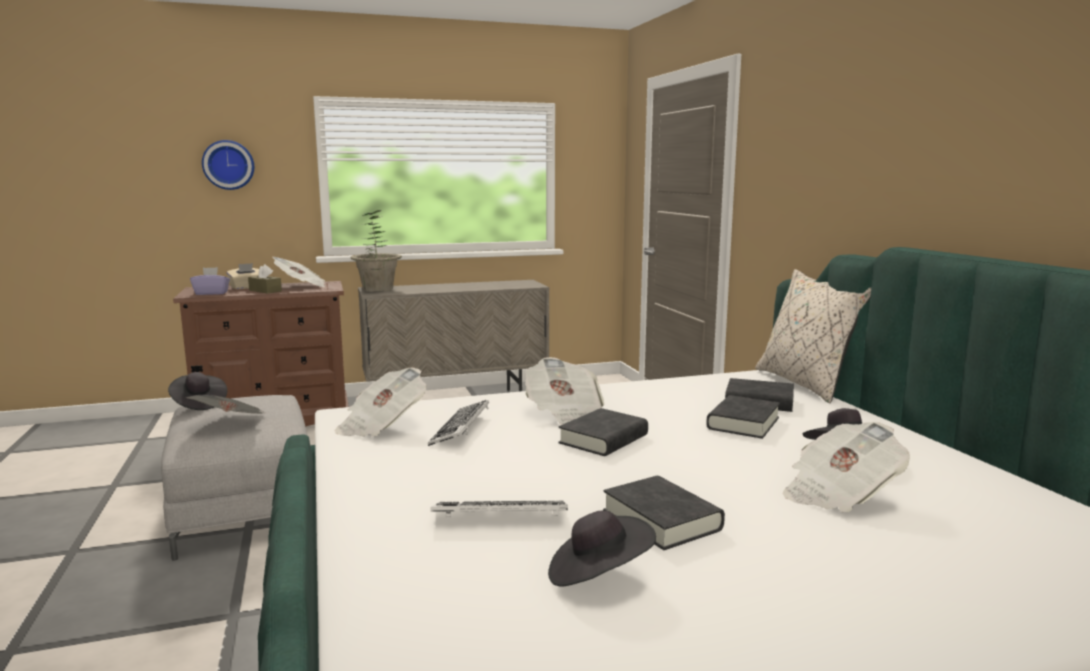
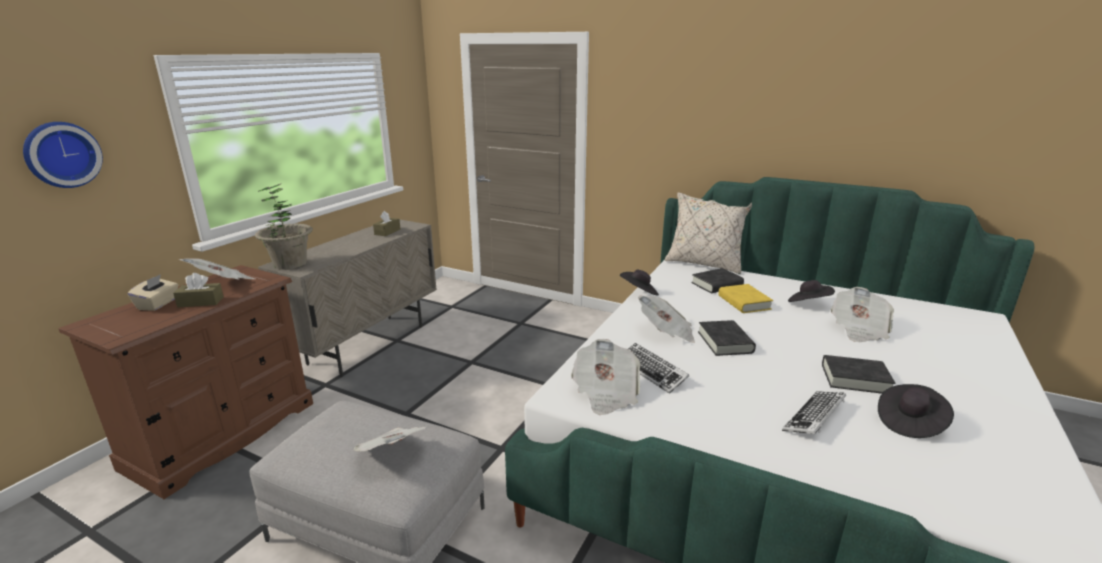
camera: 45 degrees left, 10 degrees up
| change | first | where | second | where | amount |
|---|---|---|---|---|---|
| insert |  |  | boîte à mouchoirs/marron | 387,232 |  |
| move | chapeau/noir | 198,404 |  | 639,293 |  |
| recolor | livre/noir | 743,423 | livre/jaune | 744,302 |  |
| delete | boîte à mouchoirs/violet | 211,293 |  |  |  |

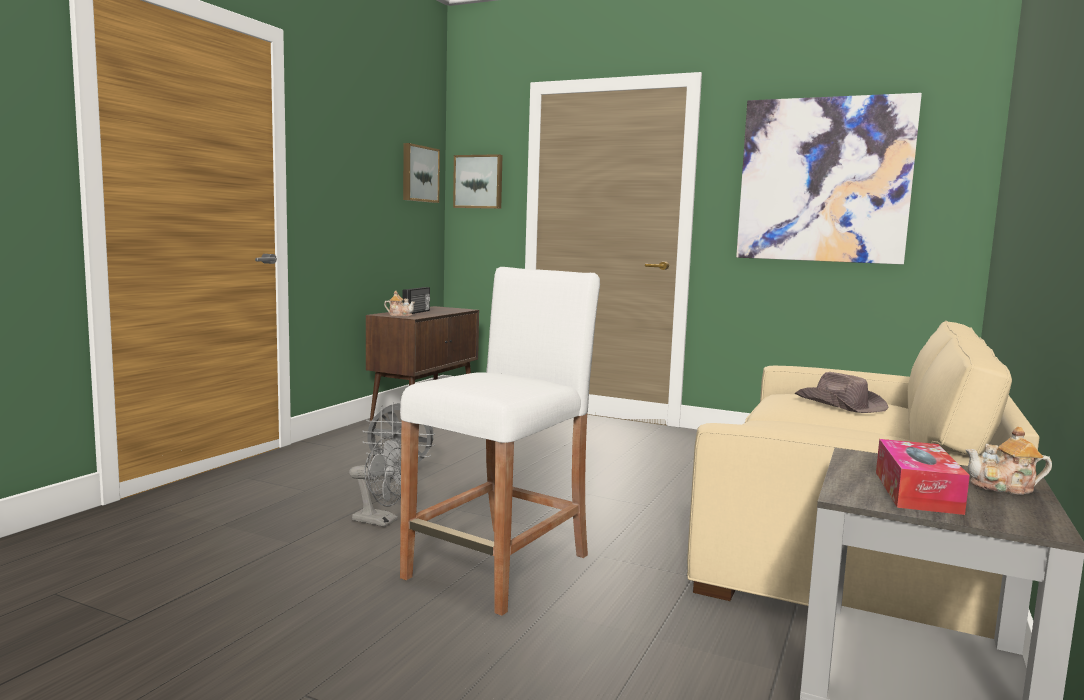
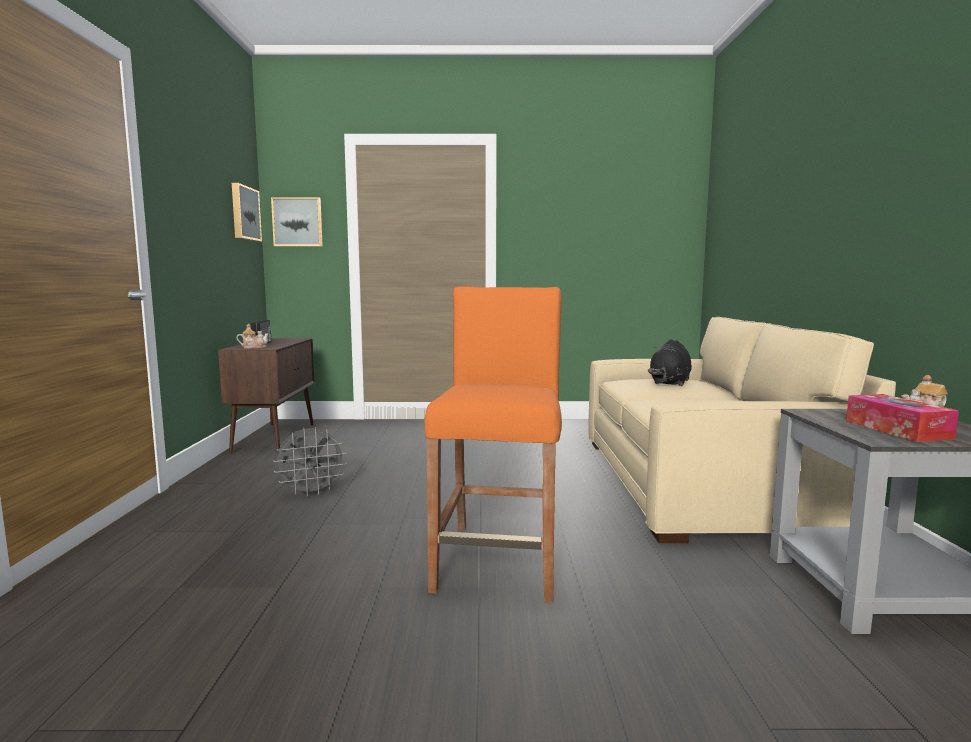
camera: 25 degrees left, 0 degrees up
| change | first | where | second | where | amount |
|---|---|---|---|---|---|
| recolor | tabouret/blanc | 499,567 | tabouret/orange | 499,559 |  |
| replace | chapeau/marron | 840,405 | peluche/noir | 670,383 |  |
| delete | ventilateur/gris | 381,521 |  |  |  |
| delete | tableau | 823,180 |  |  |  |

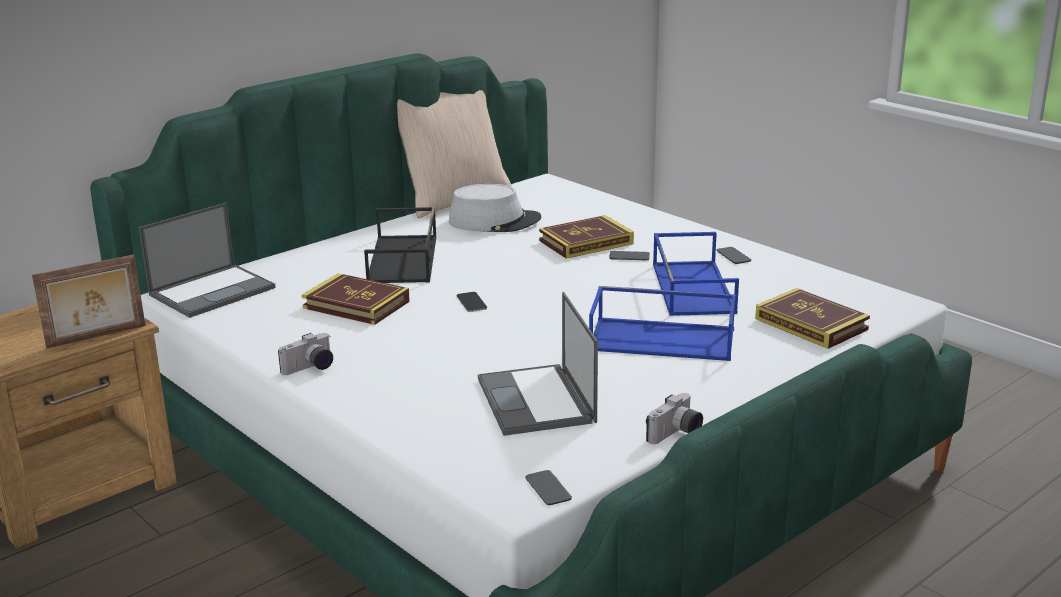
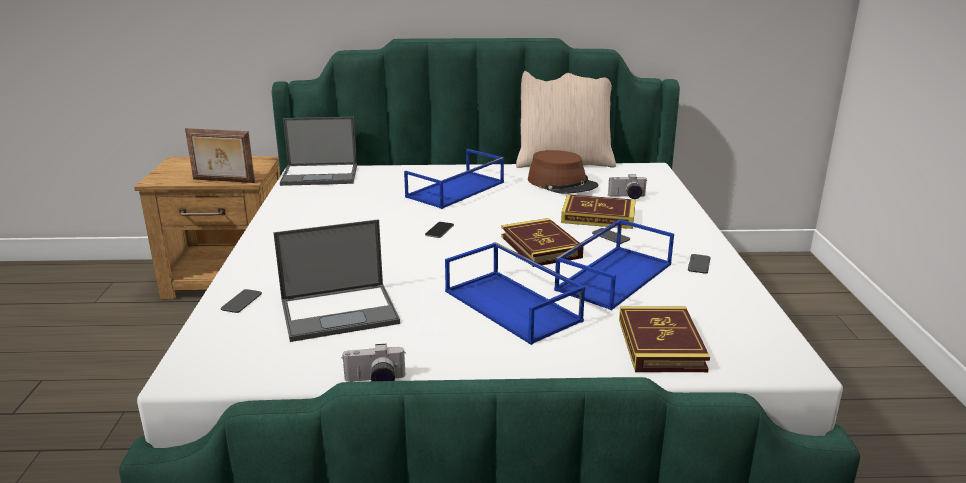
camera: 40 degrees right, 0 degrees up
| change | first | where | second | where | amount |
|---|---|---|---|---|---|
| move | téléphone | 548,489 |  | 241,302 |  |
| rotate | ordinateur portable | 537,401 |  | 341,312 | 135 degrees counterclockwise |
| recolor | plateau/noir | 404,260 | plateau/bleu | 455,190 |  |
| move | livre | 356,305 |  | 540,247 |  |
| recolor | chapeau/gris | 494,221 | chapeau/marron | 562,183 |  |
| move | appareil photo | 310,368 |  | 627,197 |  |

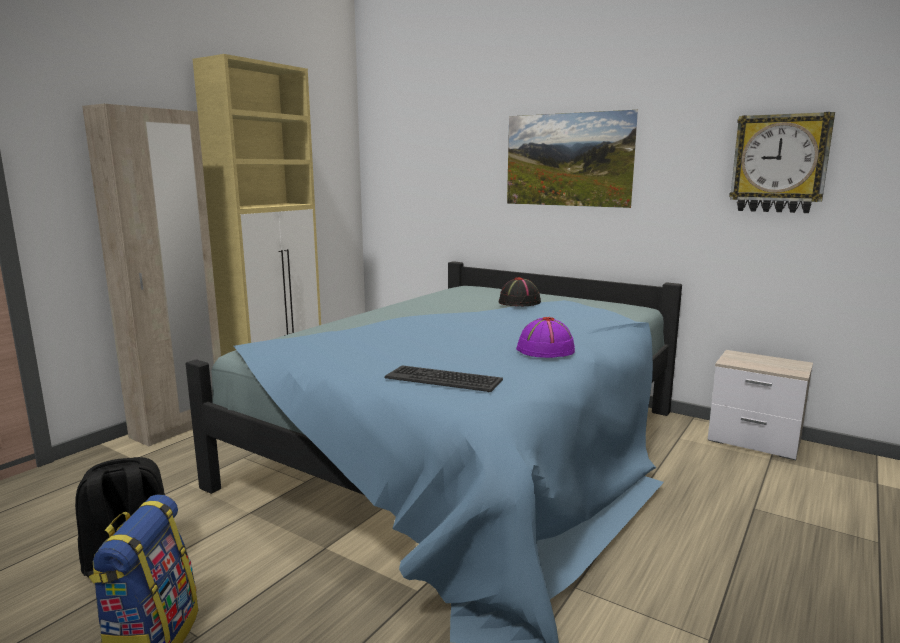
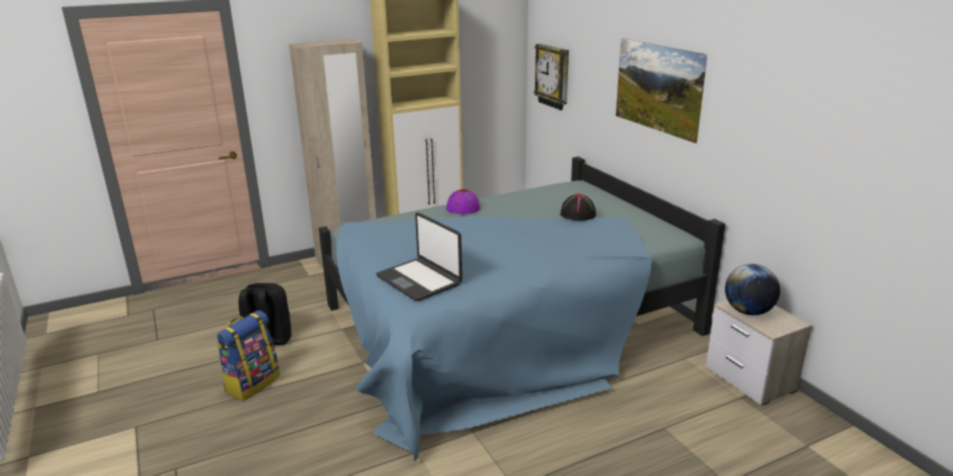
camera: 30 degrees right, 10 degrees up
| change | first | where | second | where | amount |
|---|---|---|---|---|---|
| replace | clavier | 444,379 | ordinateur portable | 419,280 |  |
| move | chapeau/violet | 545,350 |  | 462,208 |  |
| move | horloge murale | 779,164 |  | 553,76 |  |
| insert |  |  | globe | 748,312 |  |

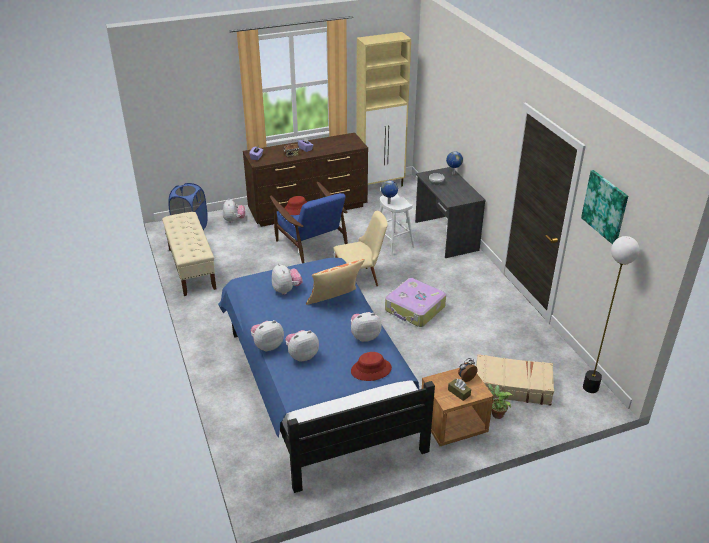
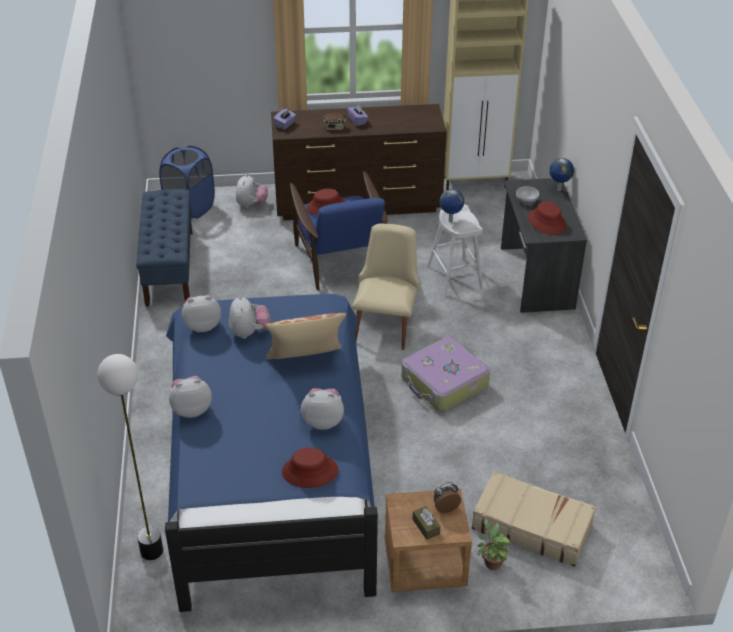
camera: 15 degrees right, 5 degrees up
| change | first | where | second | where | amount |
|---|---|---|---|---|---|
| move | lampadaire | 590,387 |  | 151,551 |  |
| recolor | banc/beige | 191,268 | banc/bleu | 169,267 |  |
| move | peluche | 302,355 |  | 202,325 |  |
| rotate | chaise/beige | 360,279 |  | 386,324 | 75 degrees counterclockwise |
| insert |  |  | chapeau/rouge | 547,222 |  |
| delete | tableau | 605,207 |  |  |  |

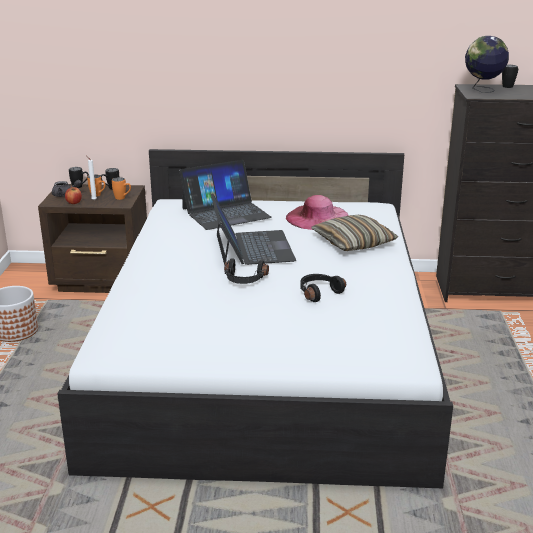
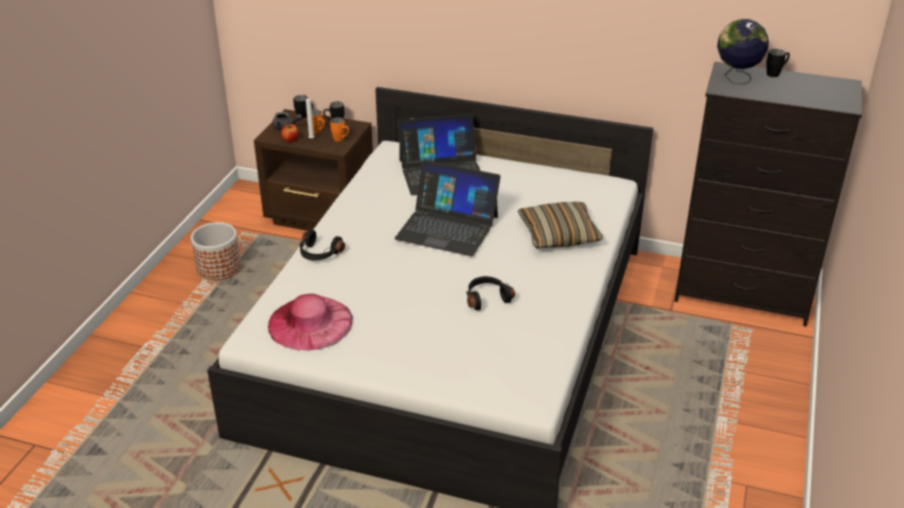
camera: 15 degrees right, 10 degrees up
| change | first | where | second | where | amount |
|---|---|---|---|---|---|
| move | chapeau/rose | 317,217 |  | 310,323 |  |
| move | casque audio/noir | 244,280 |  | 319,254 |  |
| rotate | ordinateur portable | 252,247 |  | 447,227 | 105 degrees clockwise |

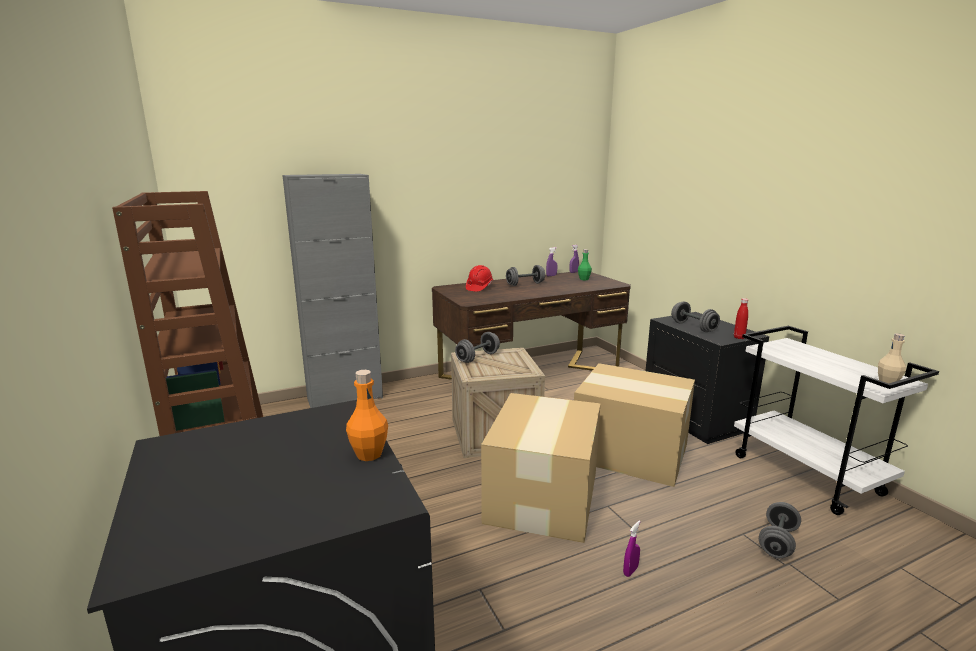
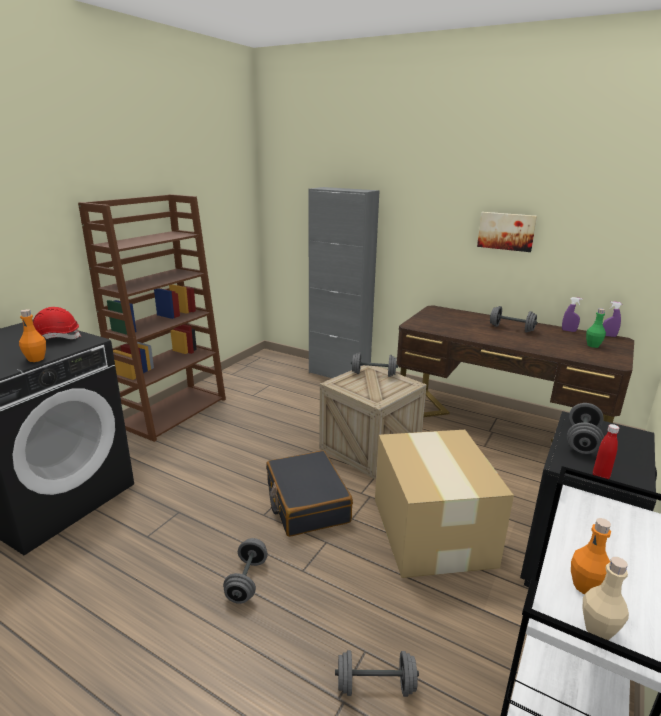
camera: 55 degrees right, 5 degrees up
| change | first | where | second | where | amount |
|---|---|---|---|---|---|
| move | casque de chantier/rouge | 479,287 |  | 55,338 |  |
| replace | vaporisateur/violet | 630,571 | haltère/gris | 247,581 |  |
| replace | carton | 543,496 | valise/noir | 306,503 |  |
| insert |  |  | tableau | 506,231 |  |
| insert |  |  | bouteille/orange | 585,586 |  |

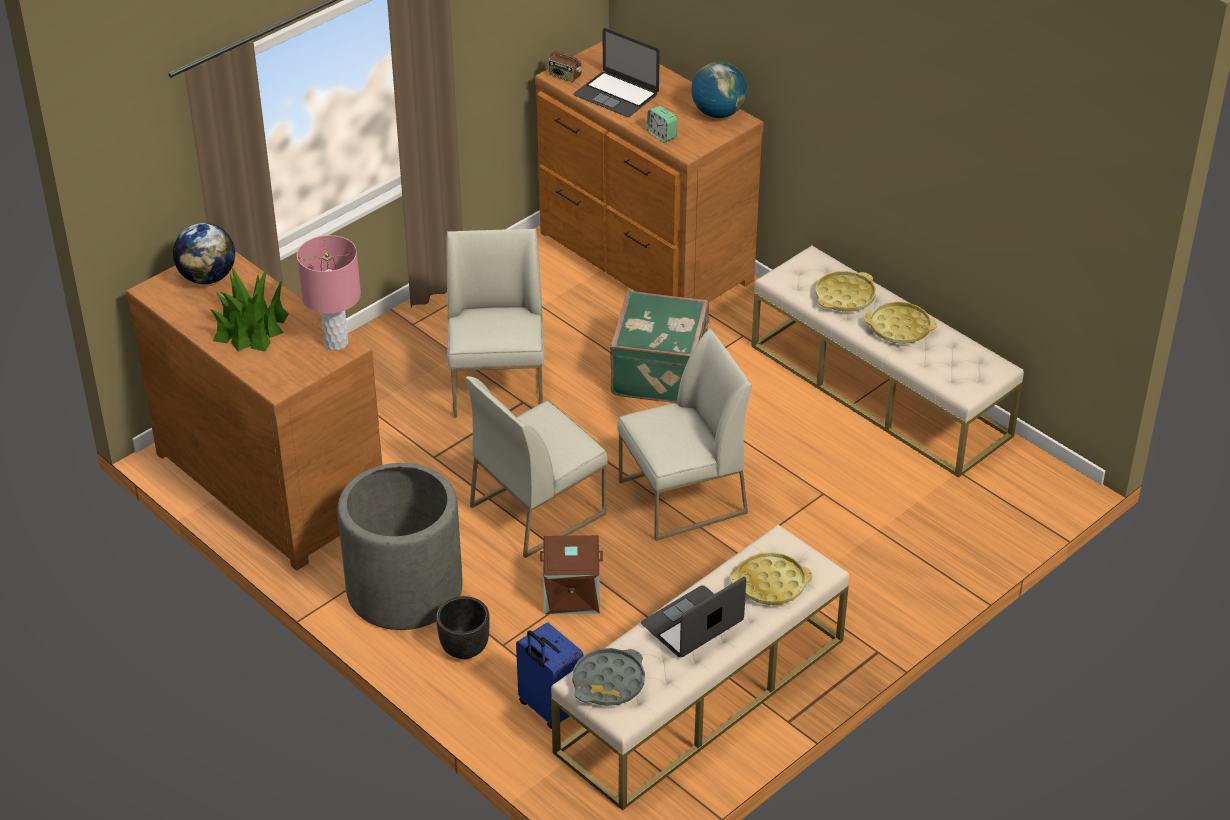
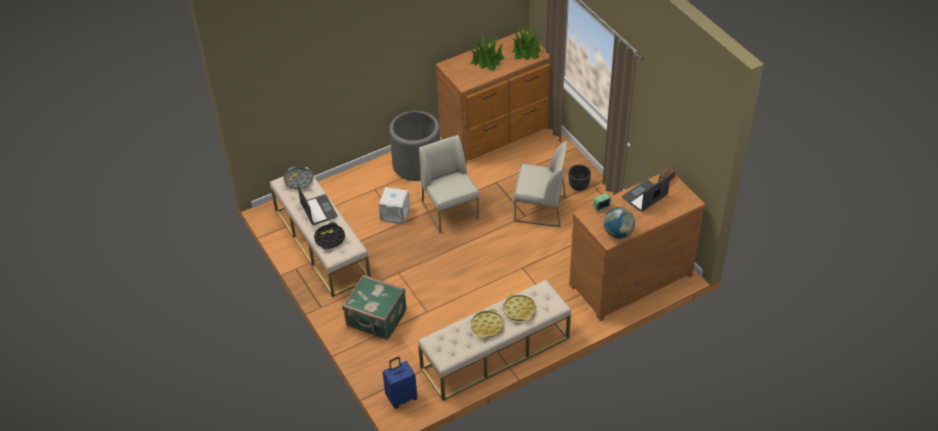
camera: 105 degrees right, 5 degrees up
| change | first | where | second | where | amount |
|---|---|---|---|---|---|
| recolor | plateau/jaune | 770,584 | plateau/noir | 329,238 |  |
| move | valise/vert | 661,372 |  | 376,319 |  |
| recolor | boîte de rangement/marron | 572,593 | boîte de rangement/blanc | 395,214 |  |
| move | valise/bleu | 549,709 |  | 401,397 |  |
| replace | globe | 207,278 | plante en pot | 526,50 |  |
| move | cache-pot/noir | 464,648 |  | 578,186 |  |
| delete | lampe de table/rose | 335,343 |  |  |  |
| delete | chaise/blanc | 682,498 |  |  |  |

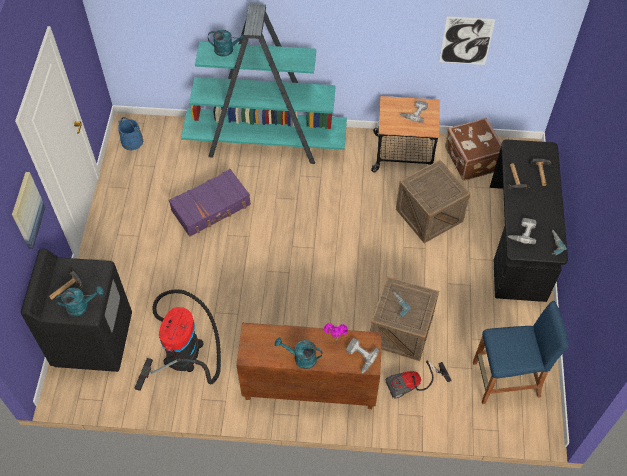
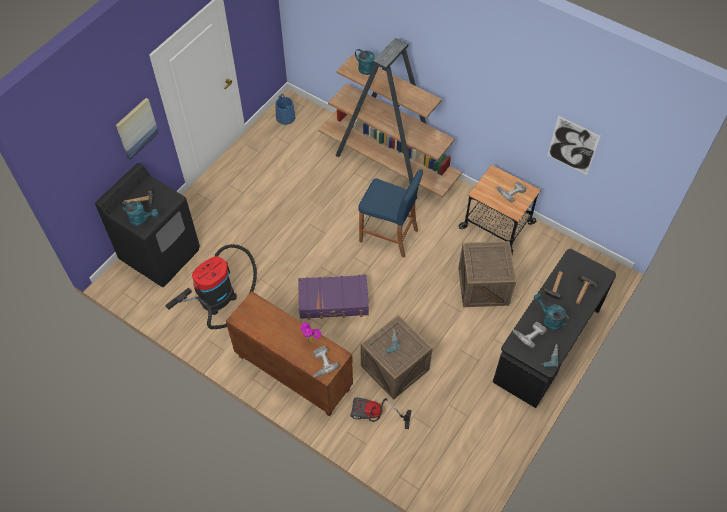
camera: 30 degrees right, 0 degrees up
| change | first | where | second | where | amount |
|---|---|---|---|---|---|
| move | valise/violet | 211,208 |  | 333,301 |  |
| recolor | bibliothèque/turquoise | 266,142 | bibliothèque/marron | 388,164 |  |
| move | tabouret/bleu | 506,380 |  | 388,236 |  |
| move | arrosoir/turquoise | 301,358 |  | 549,319 |  |
| delete | valise/marron | 471,160 |  |  |  |

